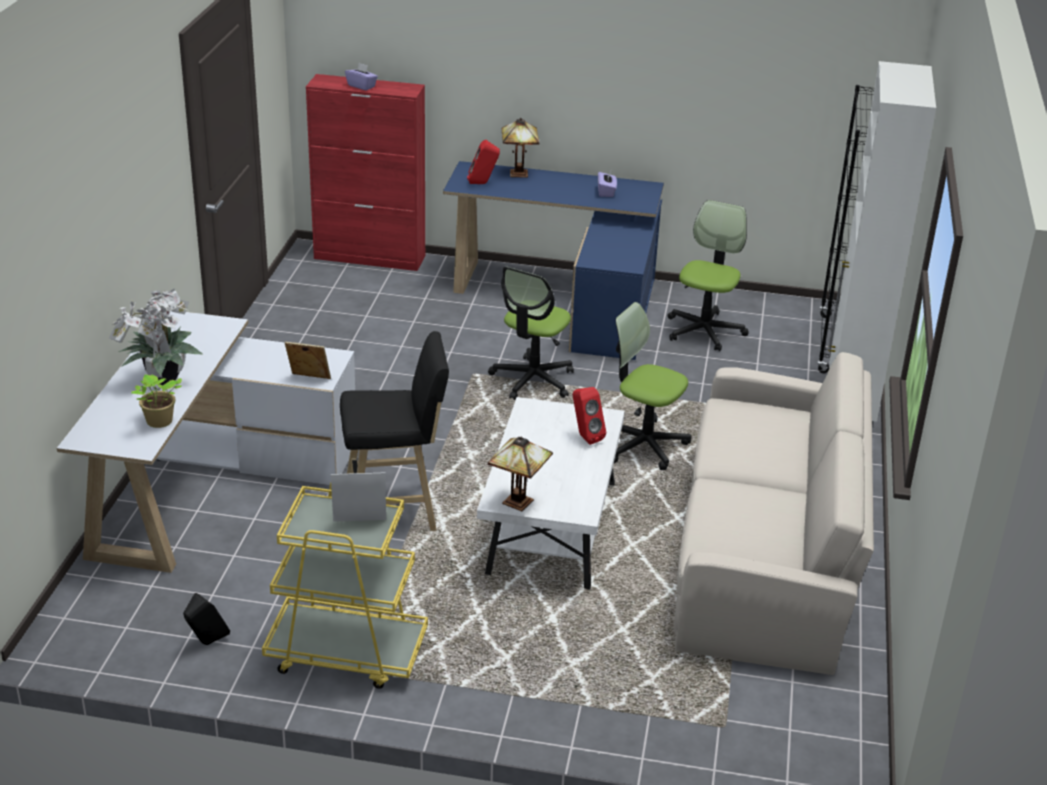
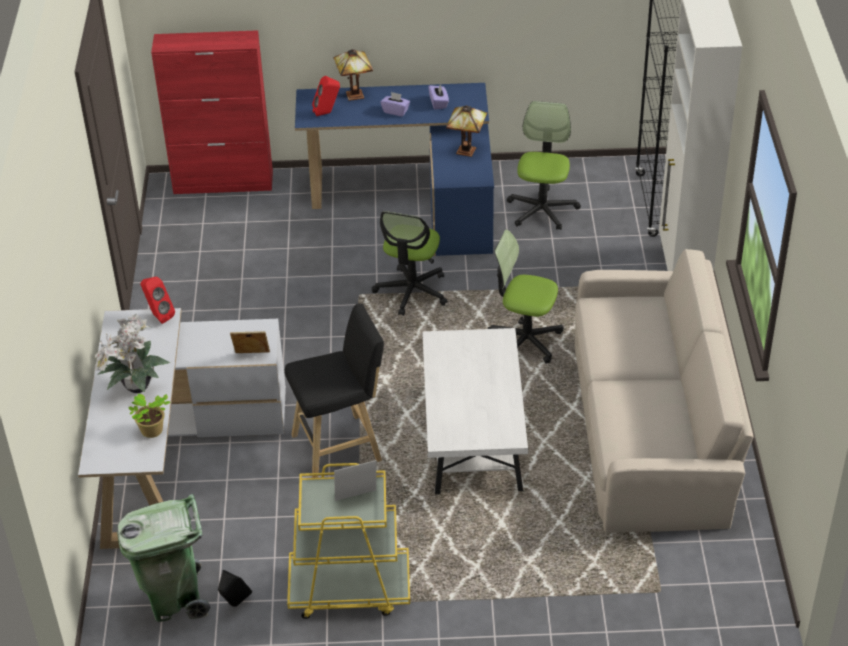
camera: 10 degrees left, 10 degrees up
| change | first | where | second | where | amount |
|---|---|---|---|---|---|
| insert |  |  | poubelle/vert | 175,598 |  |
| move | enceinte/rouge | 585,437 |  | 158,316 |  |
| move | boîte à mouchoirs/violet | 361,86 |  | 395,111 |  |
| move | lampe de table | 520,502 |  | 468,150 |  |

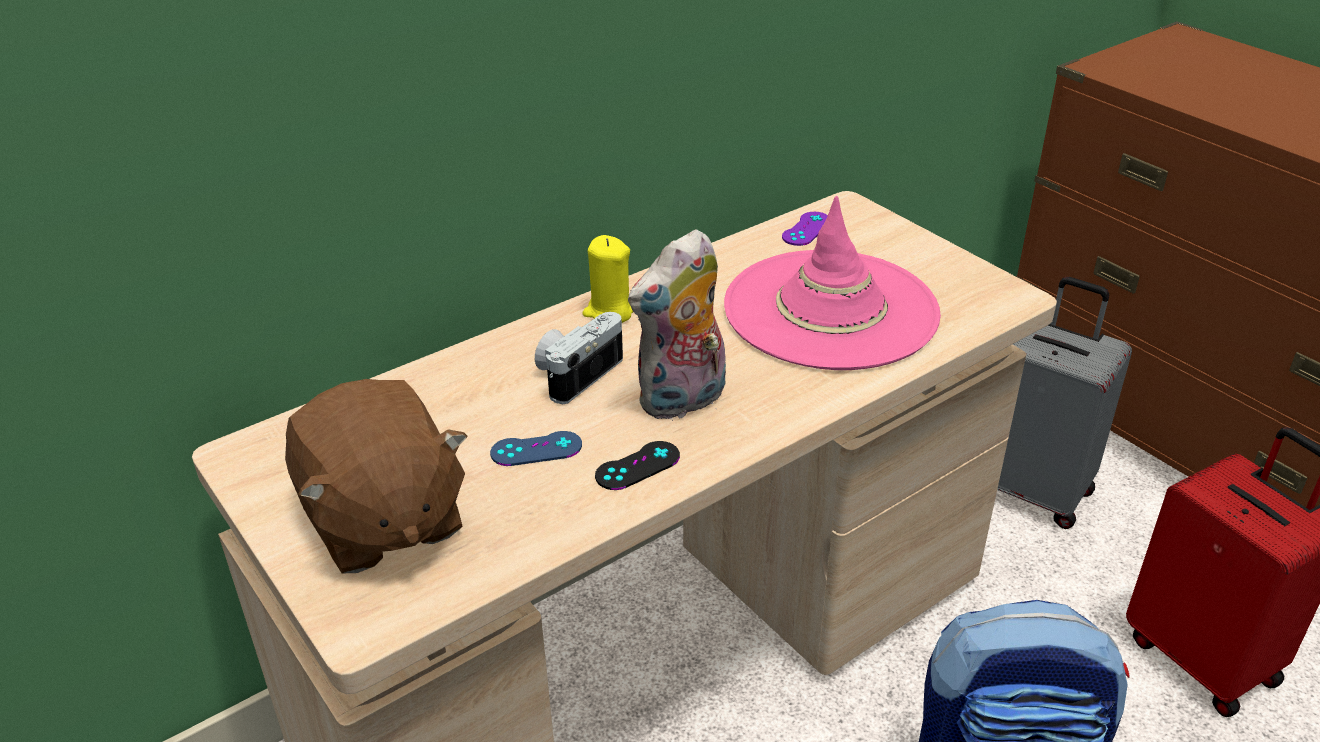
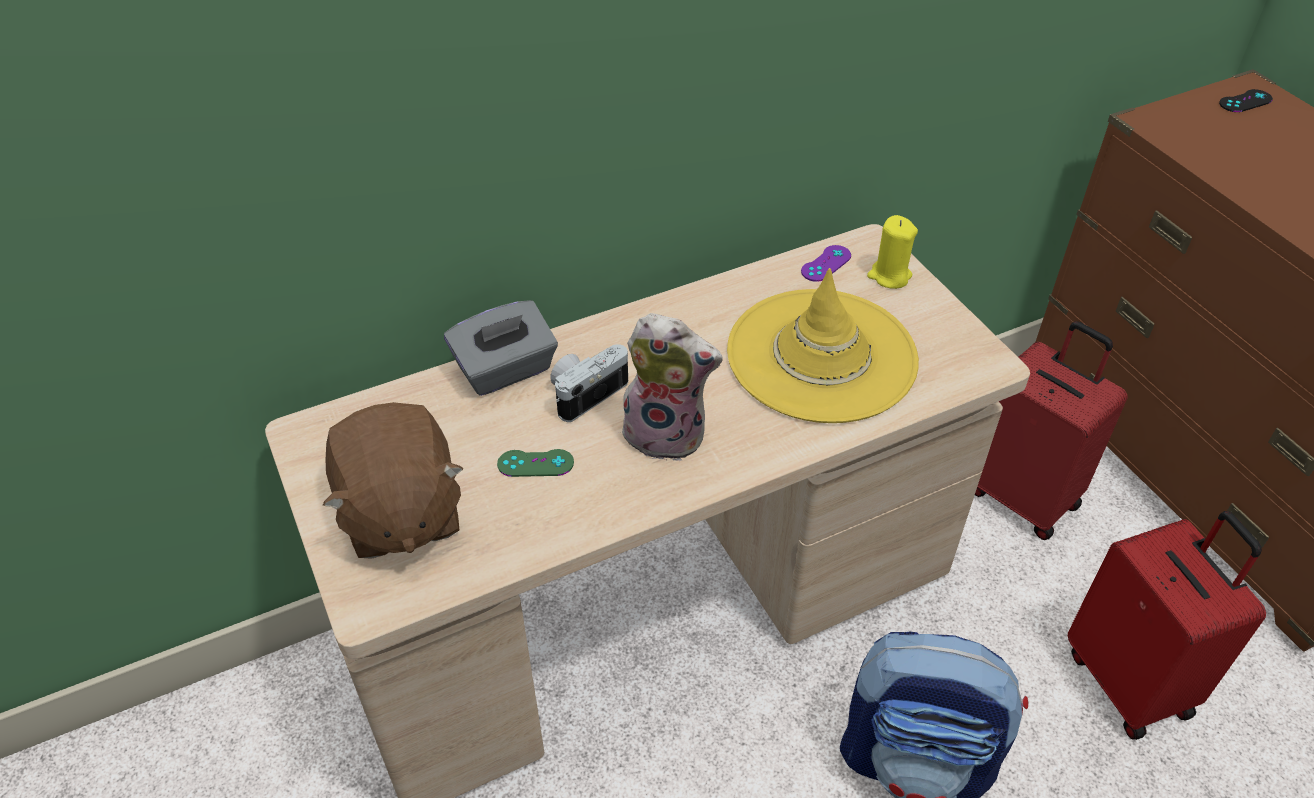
camera: 10 degrees right, 10 degrees up
| change | first | where | second | where | amount |
|---|---|---|---|---|---|
| insert |  |  | boîte à mouchoirs/gris | 505,370 |  |
| recolor | manette/bleu | 536,449 | manette/vert | 535,463 |  |
| rotate | peluche | 683,401 |  | 667,433 | 135 degrees counterclockwise |
| recolor | chapeau/rose | 831,310 | chapeau/jaune | 822,356 |  |
| move | bougie/jaune | 609,312 |  | 889,276 |  |
| recolor | valise/gris | 1030,489 | valise/rouge | 1022,495 |  |
| move | manette/noir | 637,466 |  | 1245,101 |  |

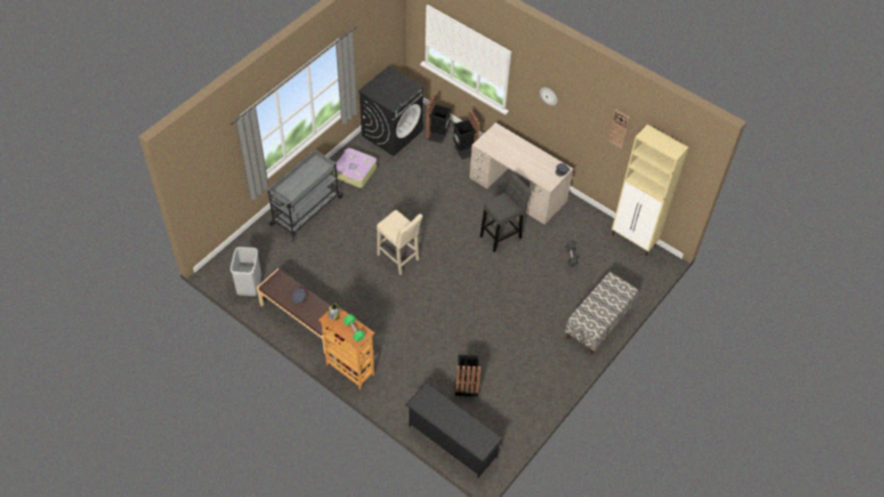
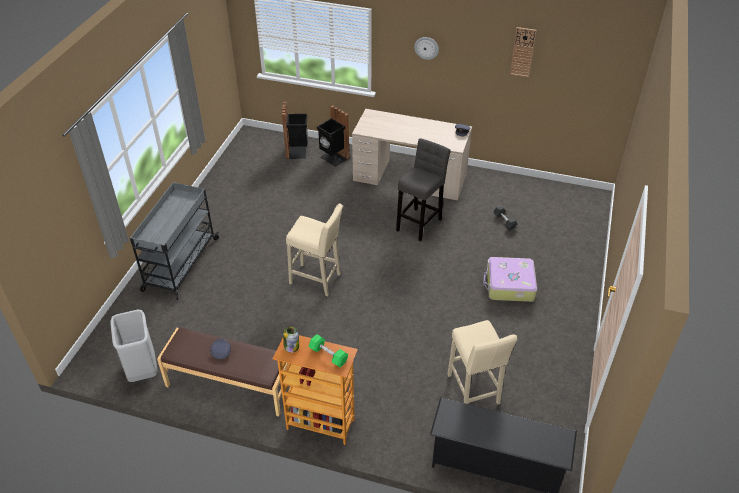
camera: 20 degrees left, 10 degrees down
| change | first | where | second | where | amount |
|---|---|---|---|---|---|
| replace | poubelle/noir | 466,385 | tabouret/beige | 473,392 |  |
| move | valise | 354,172 |  | 509,285 |  |
| delete | lave-linge/noir | 392,133 |  |  |  |
| delete | banc | 598,323 |  |  |  |
| delete | meuble de rangement/beige | 634,240 |  |  |  |

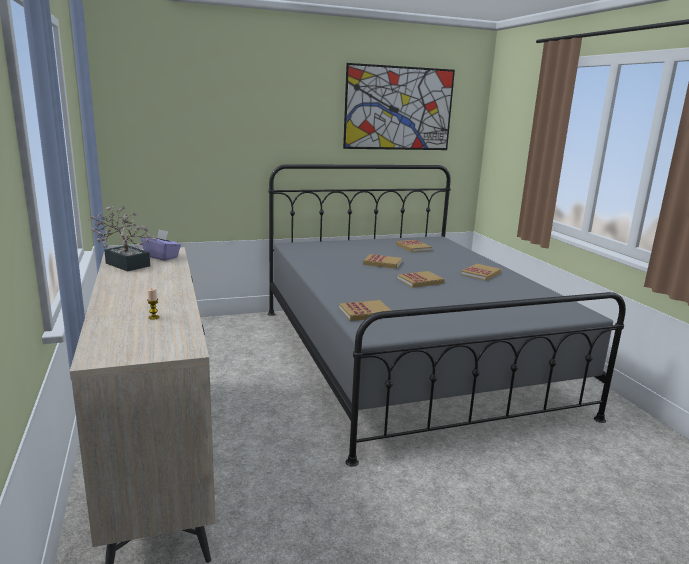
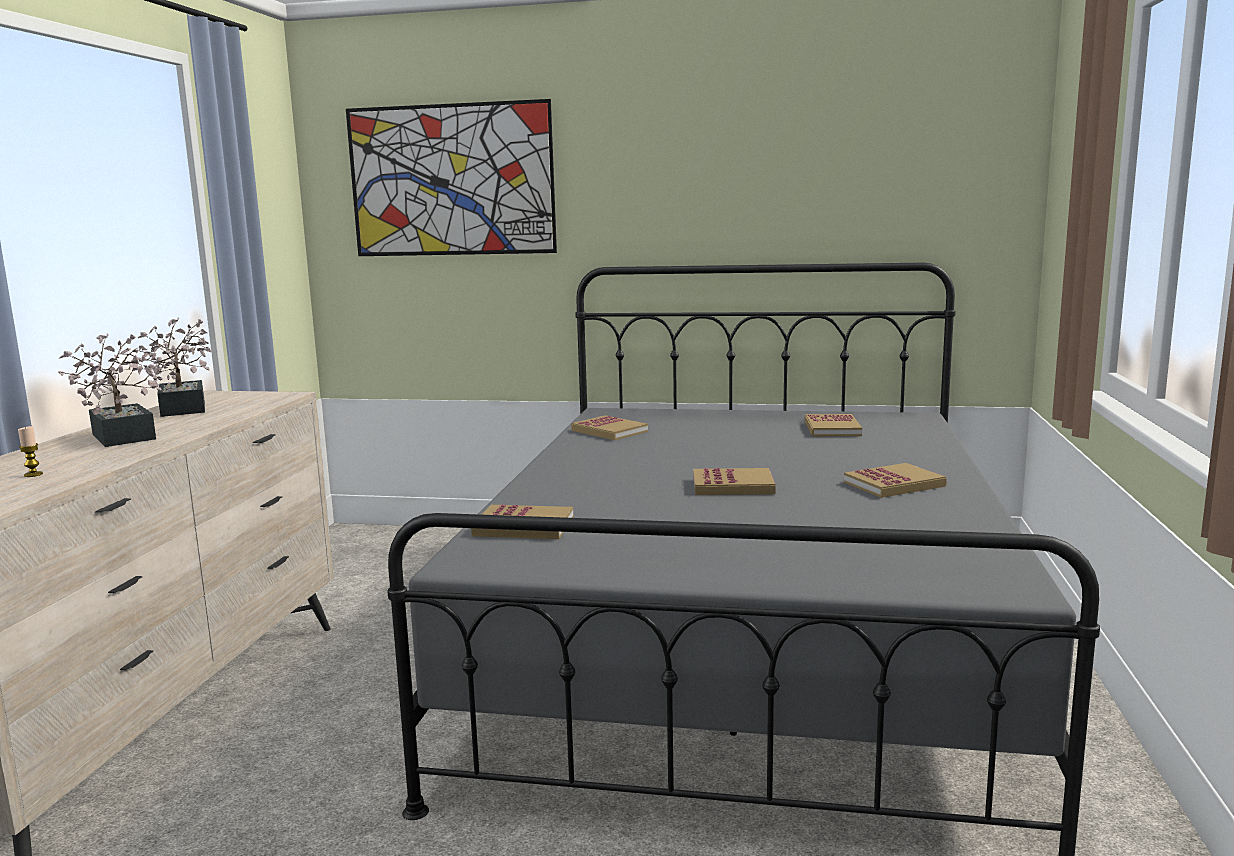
camera: 30 degrees right, 5 degrees down
| change | first | where | second | where | amount |
|---|---|---|---|---|---|
| insert |  |  | plante en pot | 123,435 |  |
| move | tableau | 399,108 |  | 451,180 |  |
| move | livre | 382,263 |  | 609,431 |  |
| delete | boîte à mouchoirs/violet | 162,257 |  |  |  |

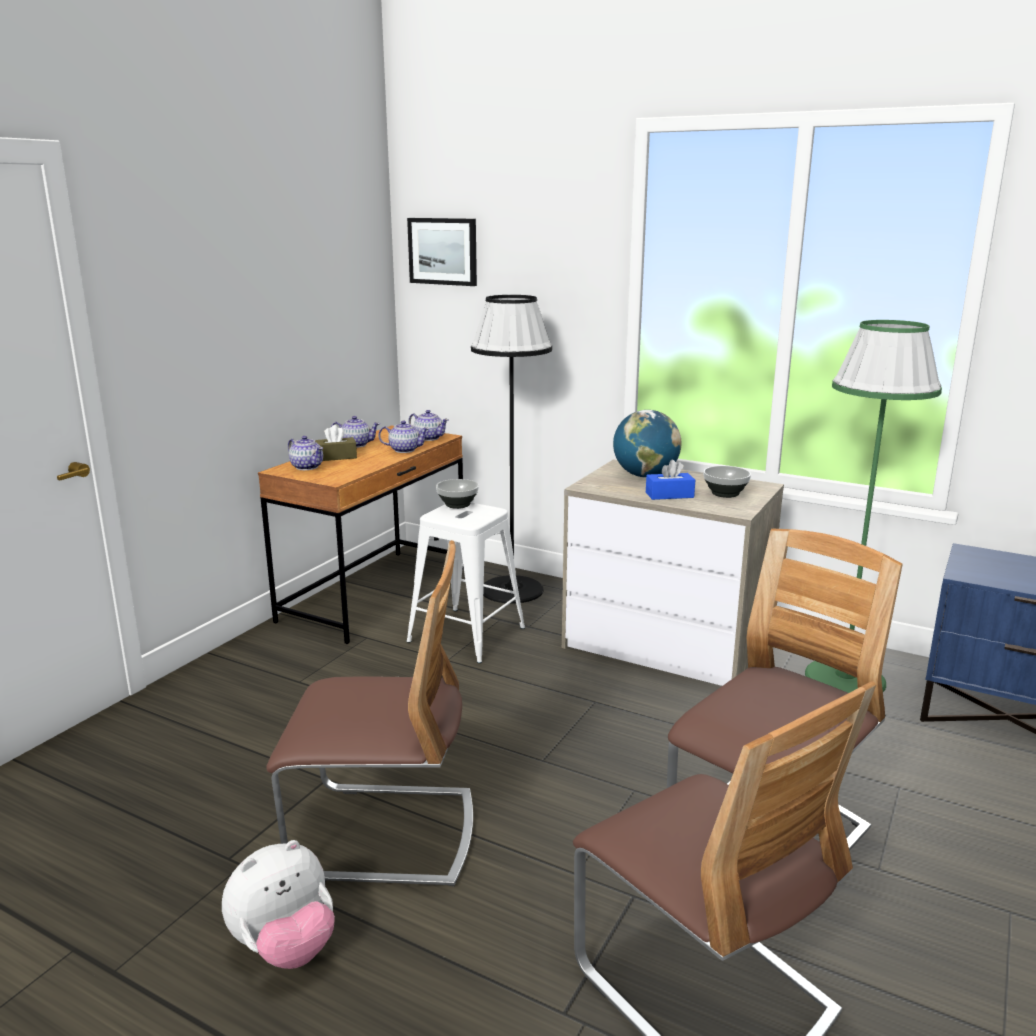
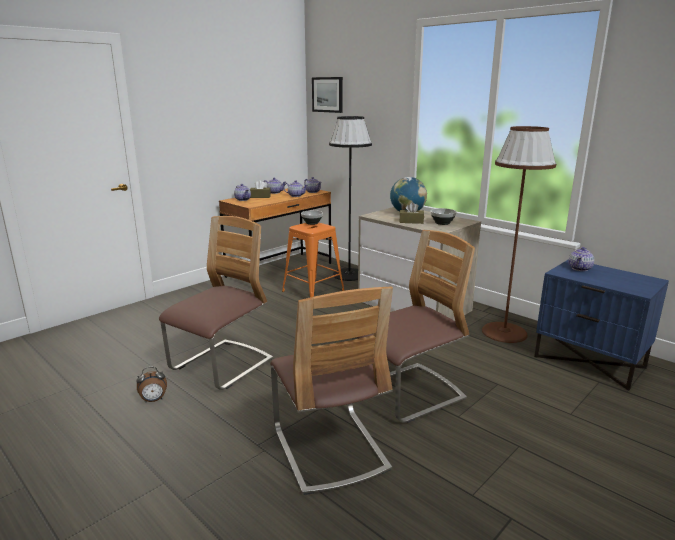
camera: 15 degrees right, 0 degrees up
| change | first | where | second | where | amount |
|---|---|---|---|---|---|
| replace | peluche | 285,947 | réveil | 153,400 |  |
| rotate | chaise | 384,834 |  | 222,366 | 75 degrees counterclockwise |
| recolor | tabouret/blanc | 466,634 | tabouret/orange | 313,291 |  |
| recolor | boîte à mouchoirs/bleu | 669,495 | boîte à mouchoirs/marron | 411,221 |  |
| recolor | lampadaire/vert | 845,678 | lampadaire/marron | 504,332 |  |
| insert |  |  | théière | 580,268 |  |

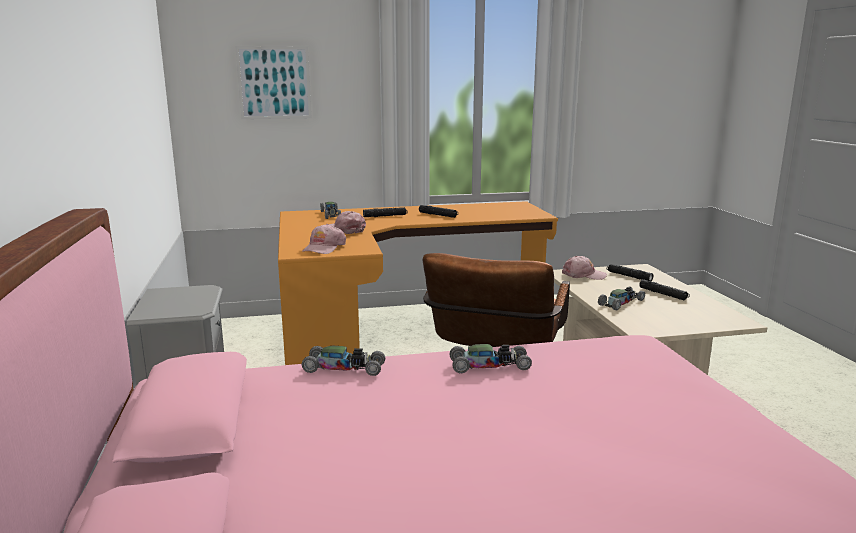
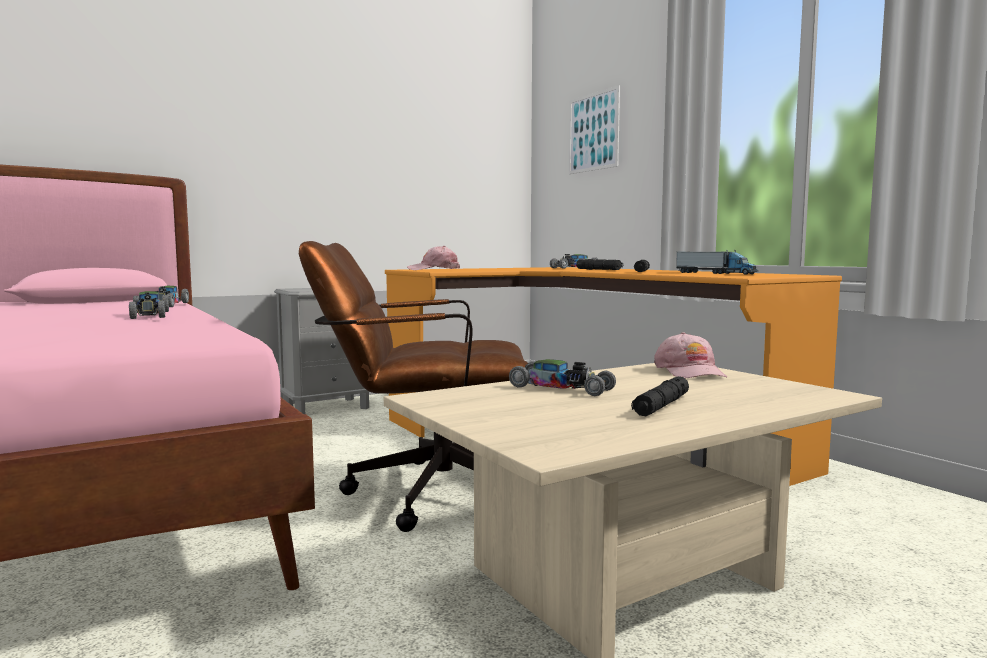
camera: 70 degrees right, 10 degrees down
| change | first | where | second | where | amount |
|---|---|---|---|---|---|
| insert |  |  | camion jouet | 715,273 |  |
| delete | casquette/rose | 345,230 |  |  |  |
| delete | lampe de poche/noir | 629,276 |  |  |  |

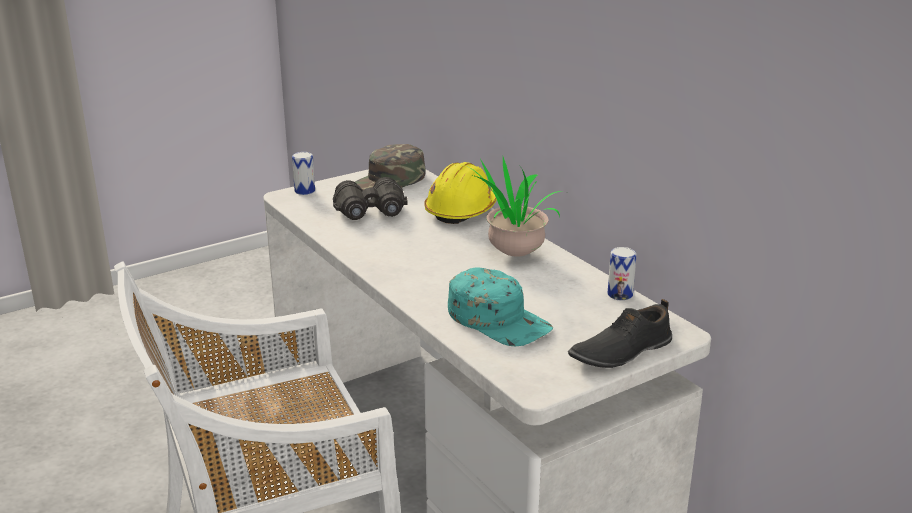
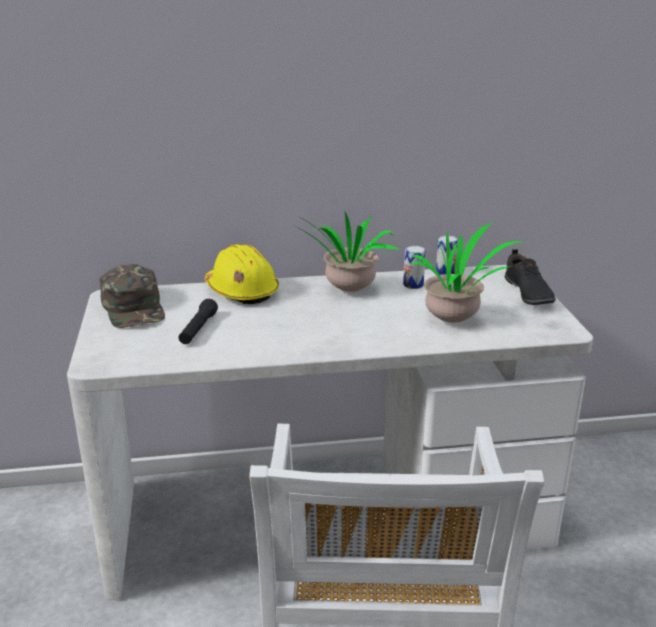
camera: 65 degrees left, 0 degrees up
| change | first | where | second | where | amount |
|---|---|---|---|---|---|
| replace | jumelles/noir | 371,213 | lampe de poche/noir | 198,329 |  |
| move | boîte métallique | 304,191 |  | 413,285 |  |
| replace | casquette/turquoise | 499,319 | plante en pot | 455,320 |  |

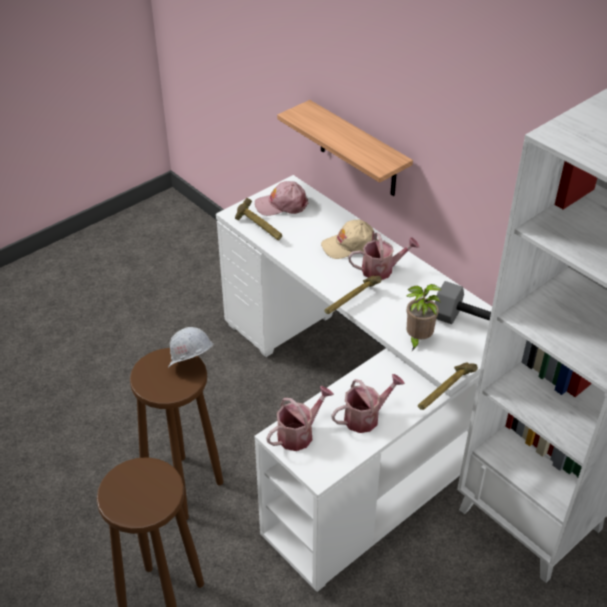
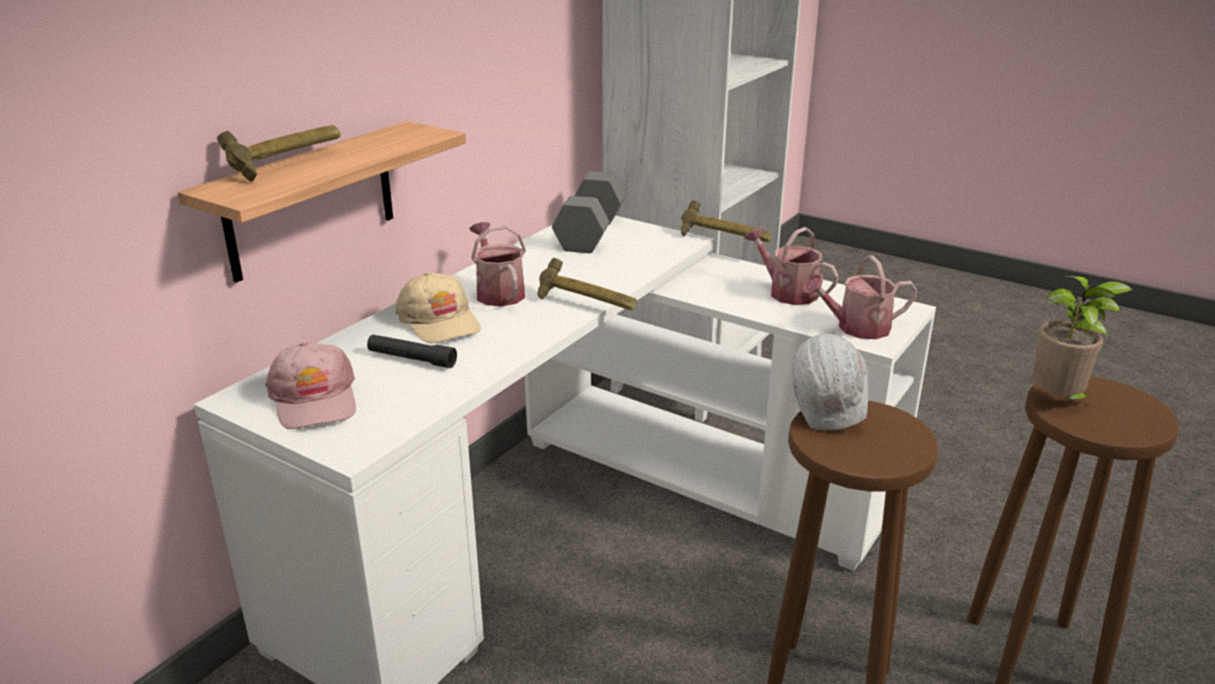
camera: 105 degrees left, 15 degrees down
| change | first | where | second | where | amount |
|---|---|---|---|---|---|
| move | marteau | 259,229 |  | 288,164 |  |
| insert |  |  | lampe de poche/noir | 411,359 |  |
| rotate | arrosoir | 299,433 |  | 856,328 | 45 degrees counterclockwise |
| move | plante en pot | 417,339 |  | 1058,402 |  |

